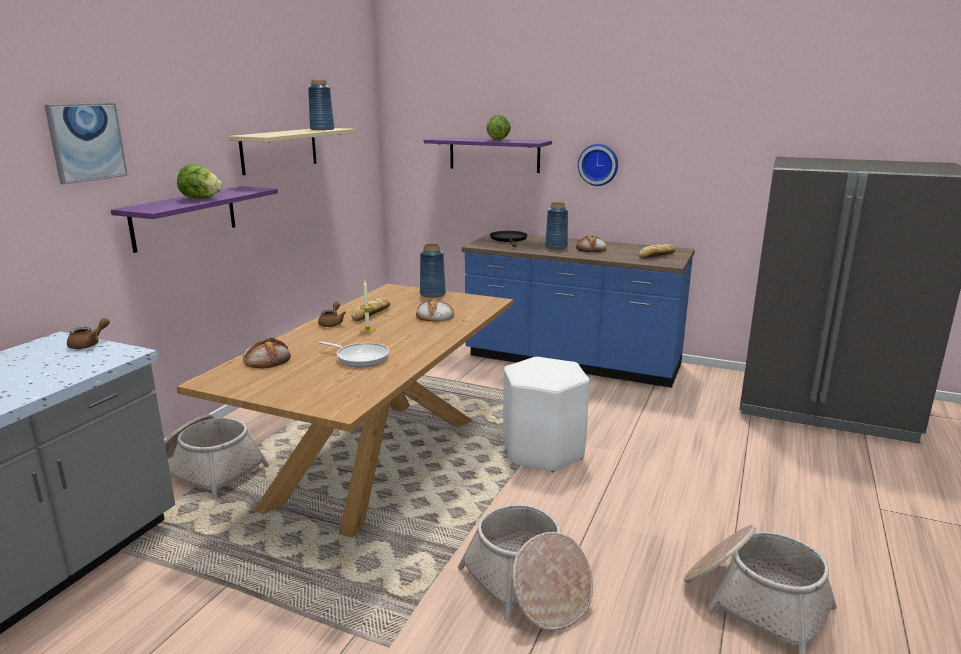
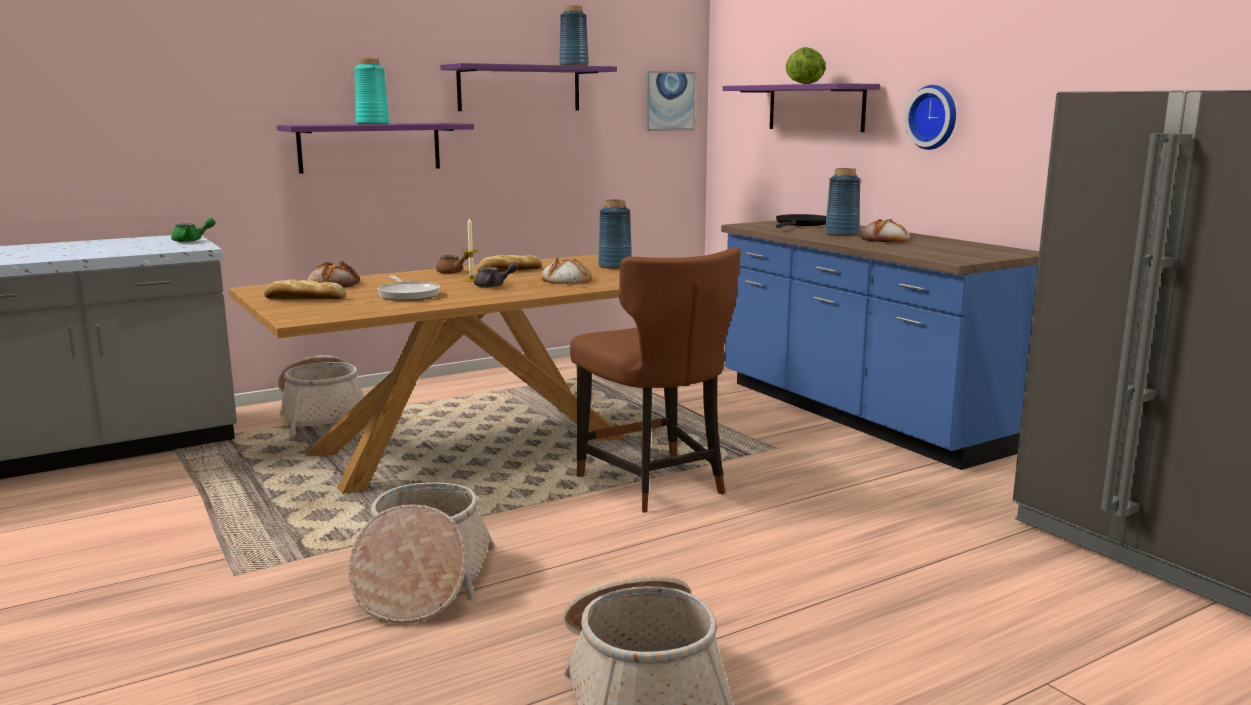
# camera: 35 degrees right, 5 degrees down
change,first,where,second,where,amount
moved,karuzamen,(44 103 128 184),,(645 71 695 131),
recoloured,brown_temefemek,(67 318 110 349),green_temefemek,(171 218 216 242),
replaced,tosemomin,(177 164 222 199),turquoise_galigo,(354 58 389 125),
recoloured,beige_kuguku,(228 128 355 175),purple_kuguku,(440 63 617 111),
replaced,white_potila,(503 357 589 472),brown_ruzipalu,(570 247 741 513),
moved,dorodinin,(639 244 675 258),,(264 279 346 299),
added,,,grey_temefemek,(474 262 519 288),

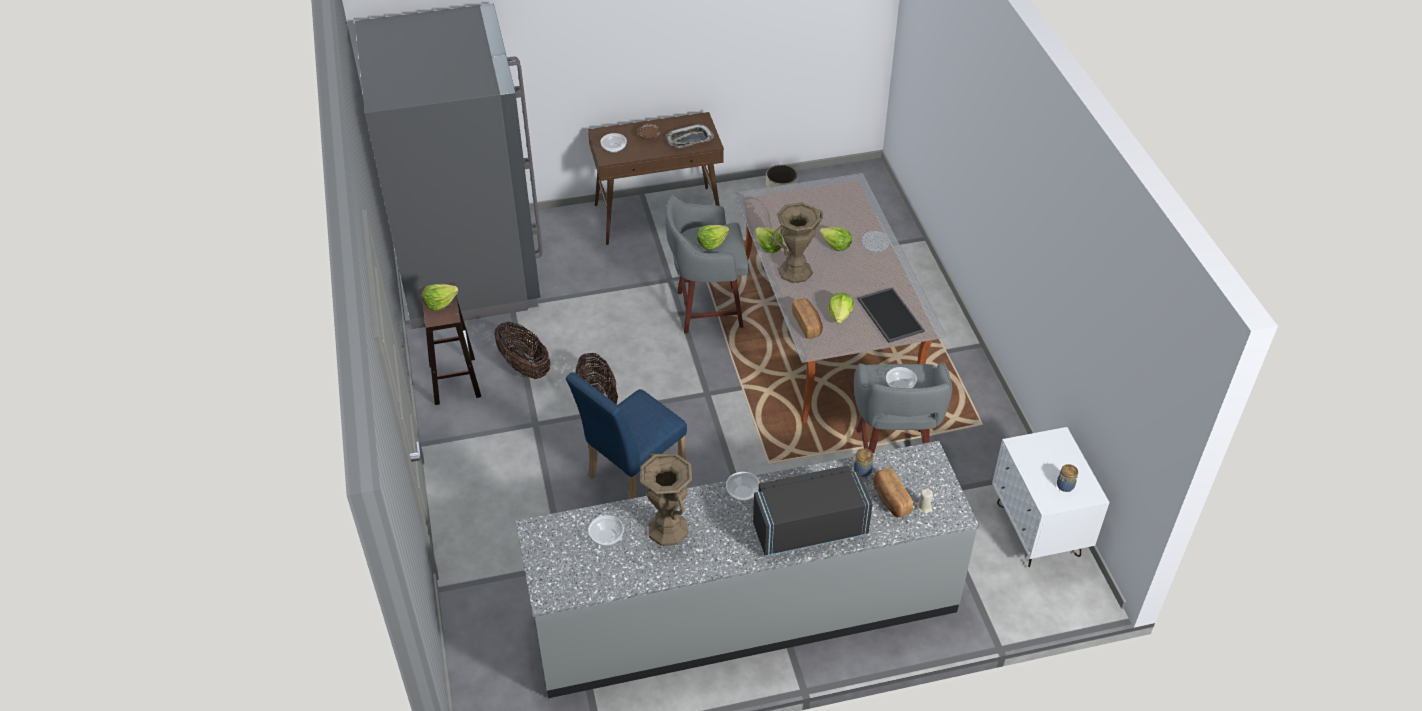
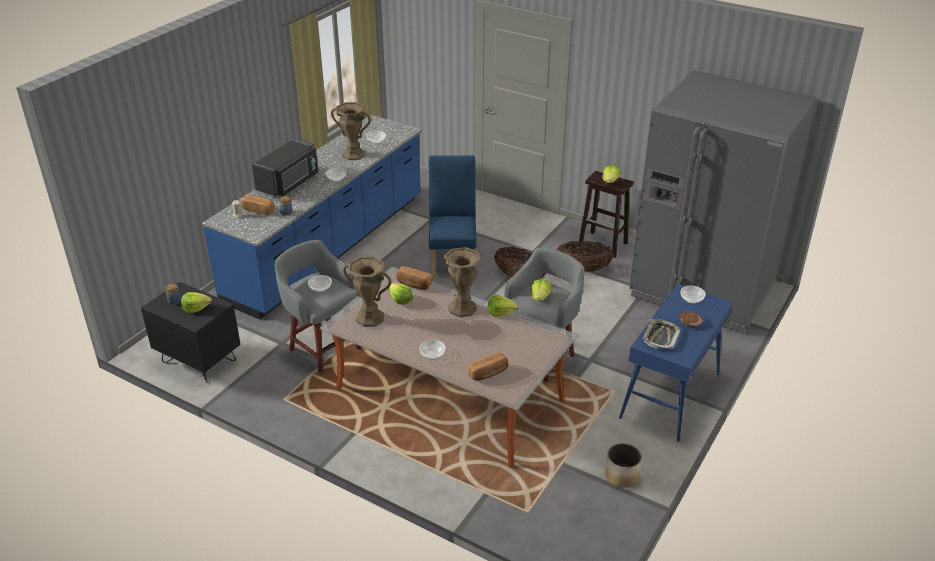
# camera: 135 degrees right, 10 degrees down
change,first,where,second,where,amount
recoloured,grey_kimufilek,(516 441 979 698),blue_kimufilek,(202 115 422 320),
recoloured,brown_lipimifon,(588 112 724 245),blue_lipimifon,(619 284 733 442),
moved,tosemomin,(819 227 852 251),,(181 292 212 313),
replaced,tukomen,(858 287 925 343),brown_galigo,(343 257 391 327),
recoloured,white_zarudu,(992 427 1110 567),black_zarudu,(141 282 241 383),
added,,,dorodinin,(468 352 508 381),

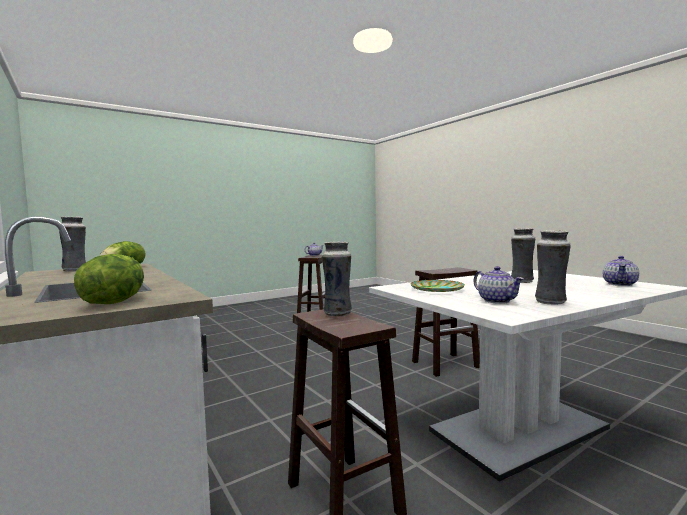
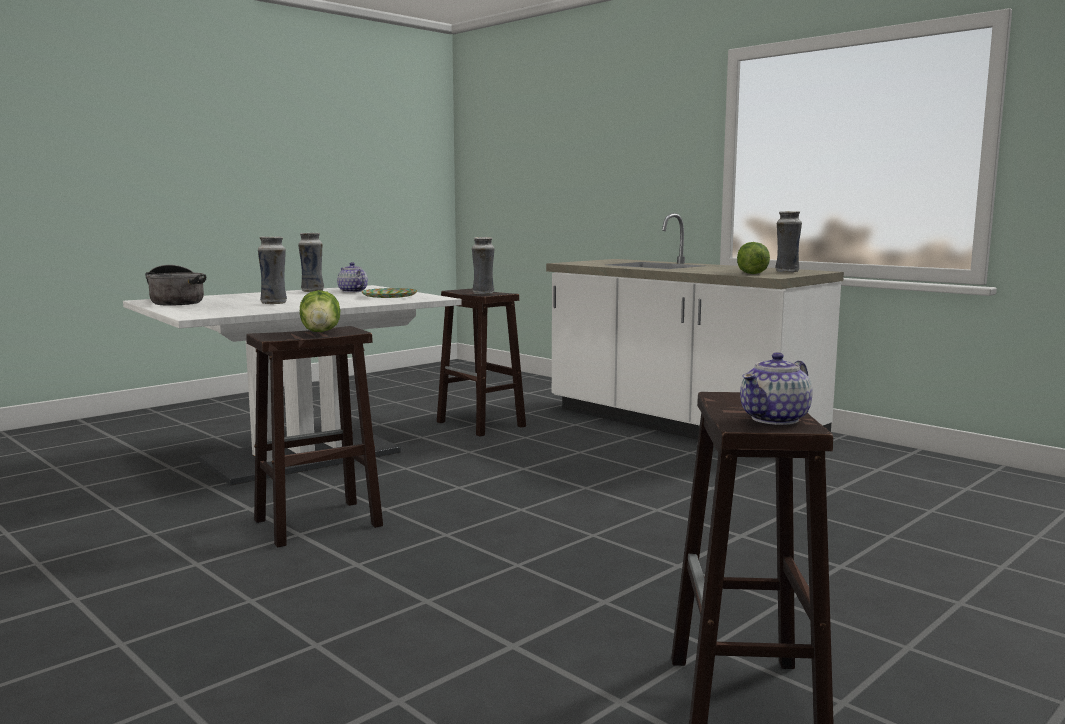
# camera: 170 degrees right, 5 degrees up
change,first,where,second,where,amount
moved,tosemomin,(74 254 144 304),,(300 290 340 332),
replaced,temefemek,(603 256 639 286),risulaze,(145 265 206 305),

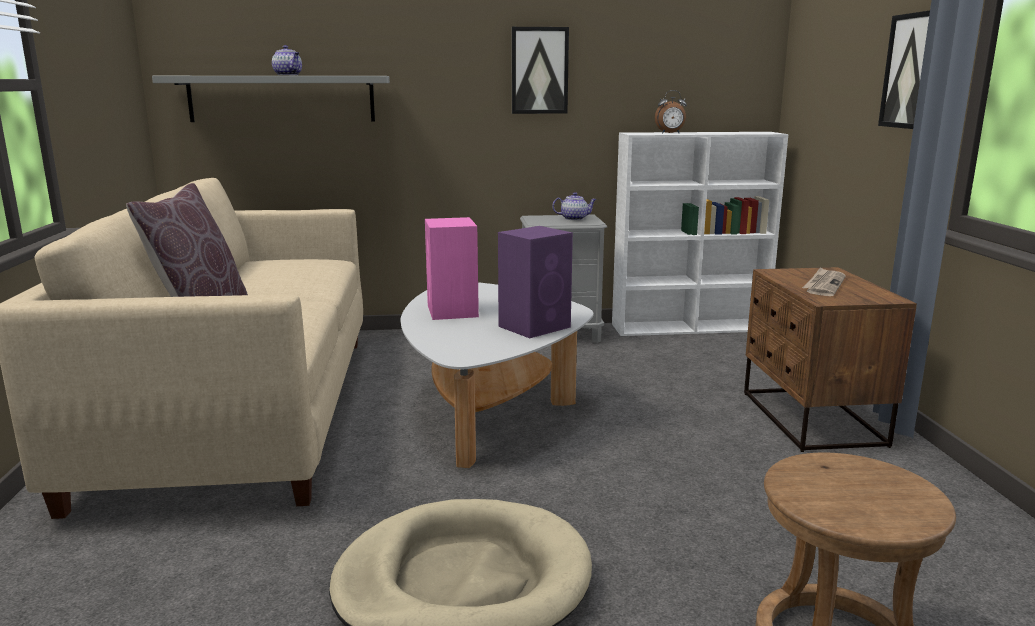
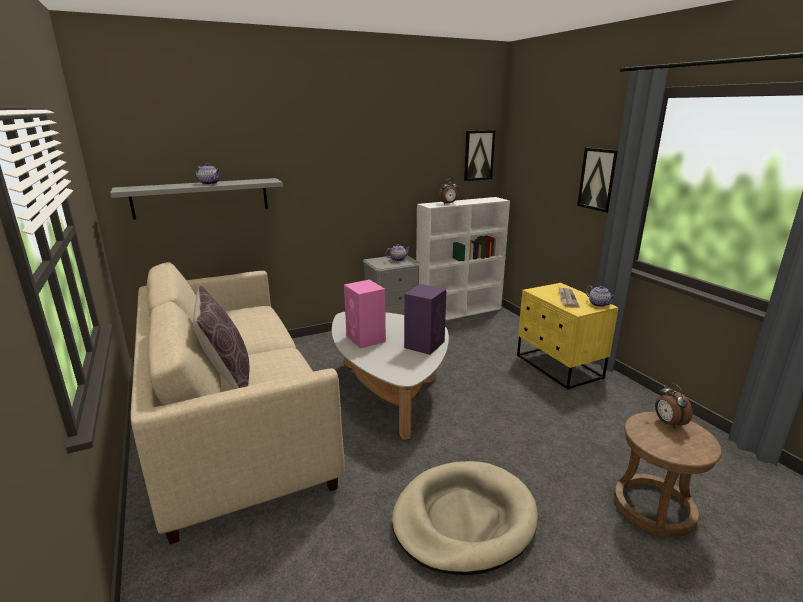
# camera: 20 degrees left, 5 degrees up
change,first,where,second,where,amount
moved,karuzamen,(512 27 569 114),,(464 130 495 181),
recoloured,brown_zarudu,(744 267 917 452),yellow_zarudu,(517 283 619 390),
added,,,temefemek,(586 286 616 307),
added,,,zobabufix,(655 383 693 429),

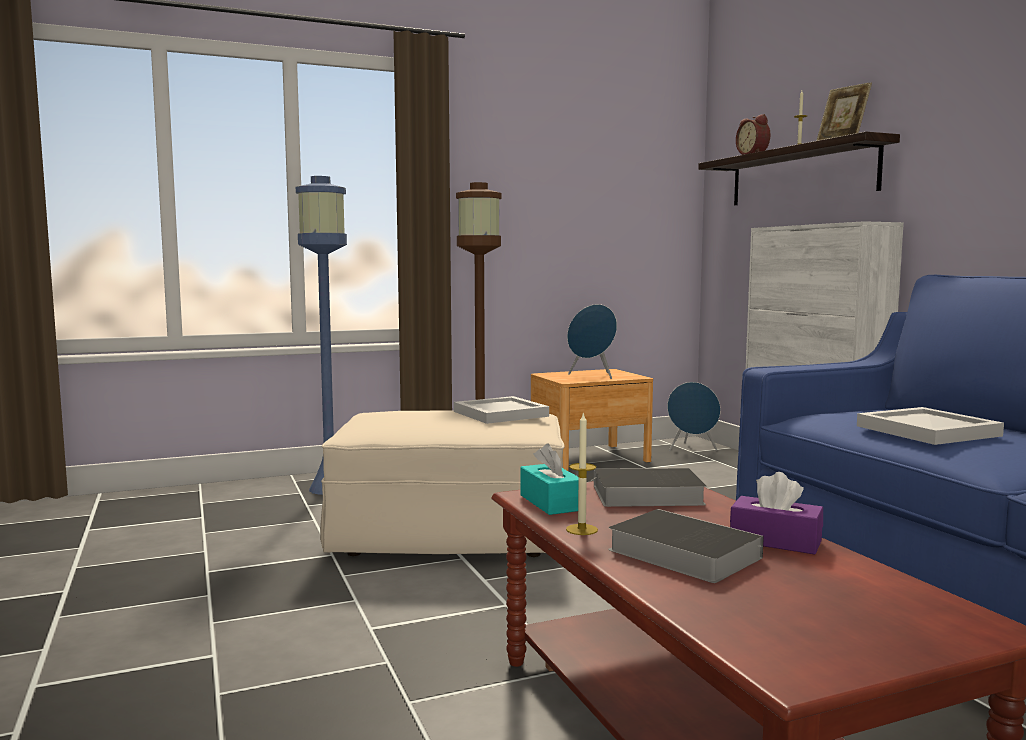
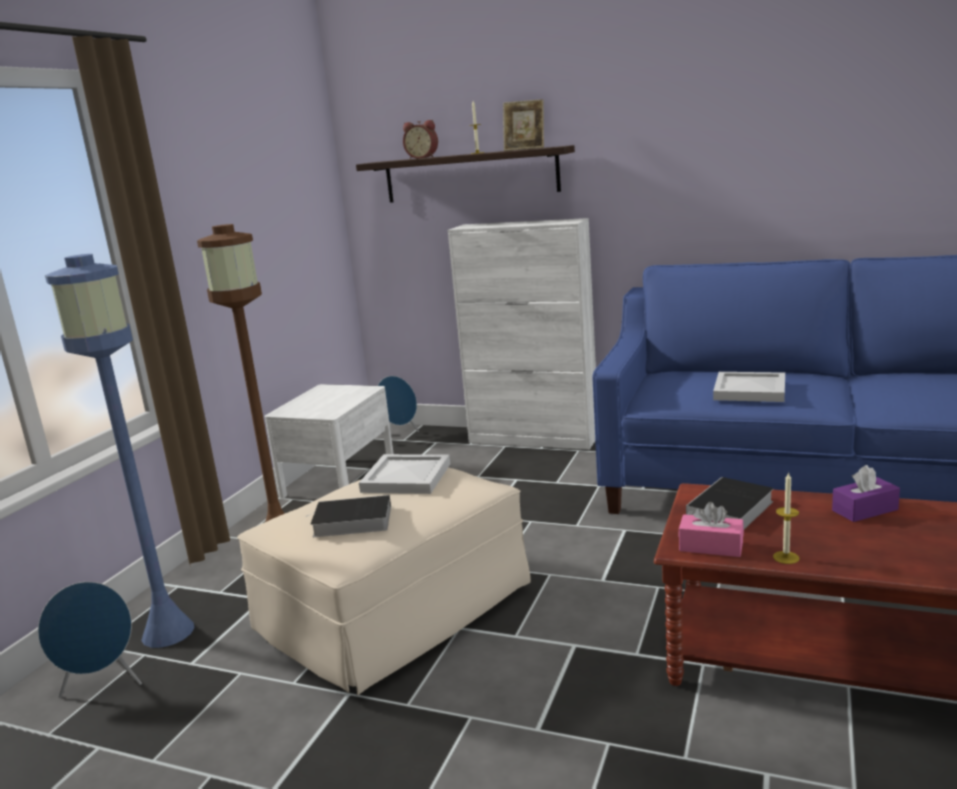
# camera: 45 degrees left, 10 degrees up
change,first,where,second,where,amount
recoloured,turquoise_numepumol,(520 444 579 515),pink_numepumol,(678 502 744 557),
recoloured,brown_zarudu,(531 369 653 471),white_zarudu,(264 384 394 499),
moved,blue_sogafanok,(567 304 617 379),,(38 582 142 698),
moved,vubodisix,(608 509 764 583),,(306 495 391 537),

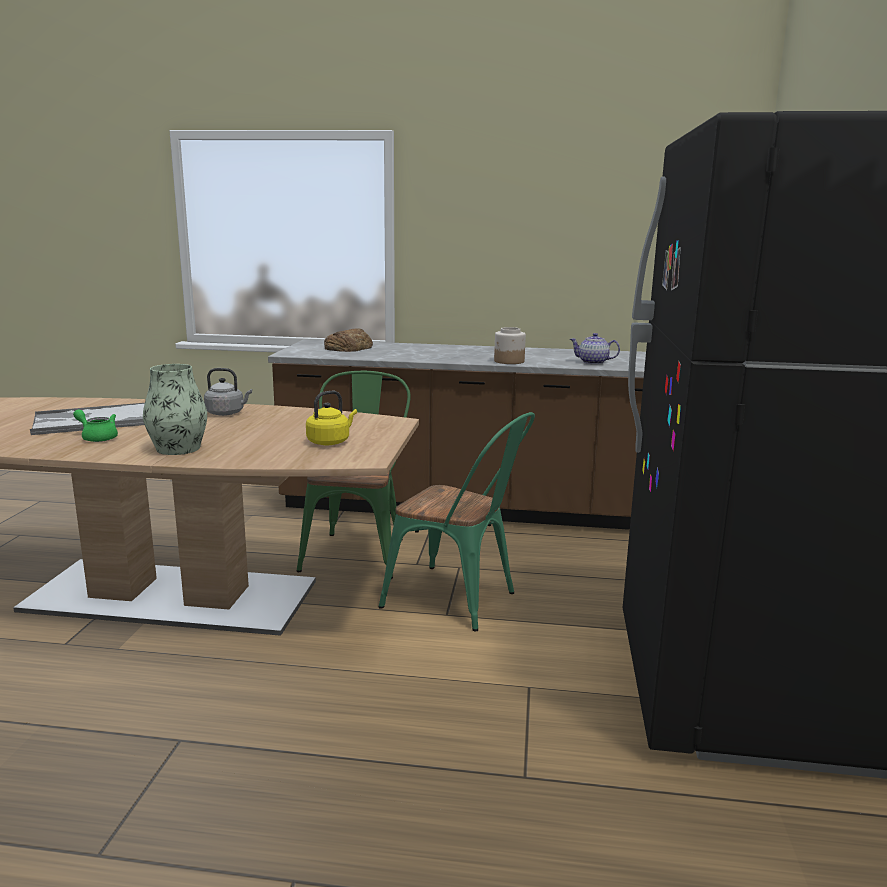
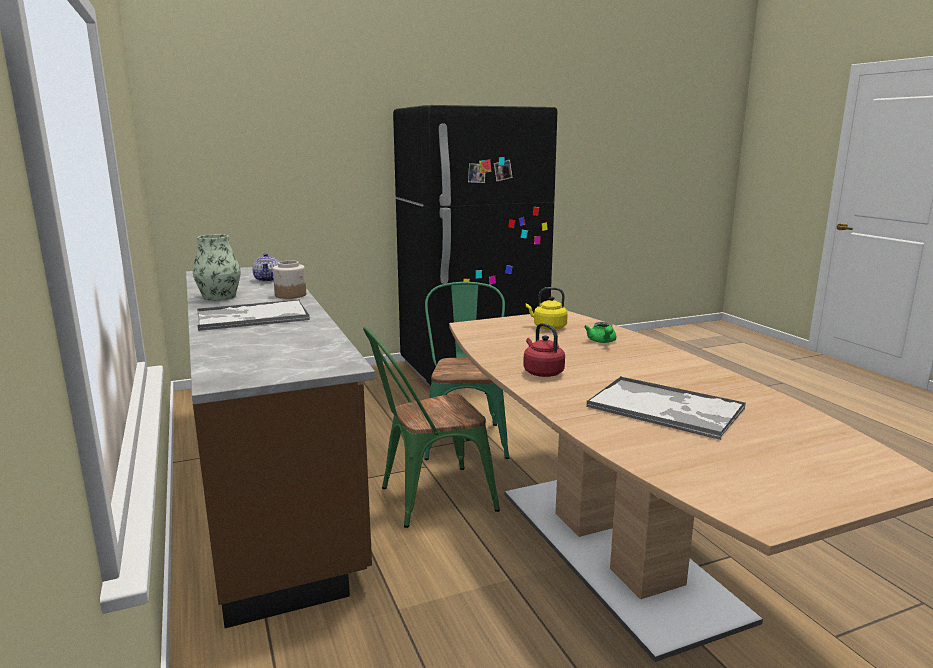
# camera: 120 degrees left, 0 degrees up
change,first,where,second,where,amount
moved,green_temefemek,(73 410 118 442),,(584 322 617 343),
moved,galigo,(143 364 207 455),,(193 234 241 301),
recoloured,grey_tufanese,(204 368 252 416),red_tufanese,(523 323 565 377),
removed,dorodinin,(324 328 373 352),,,
added,,,tukomen,(197 299 310 331),

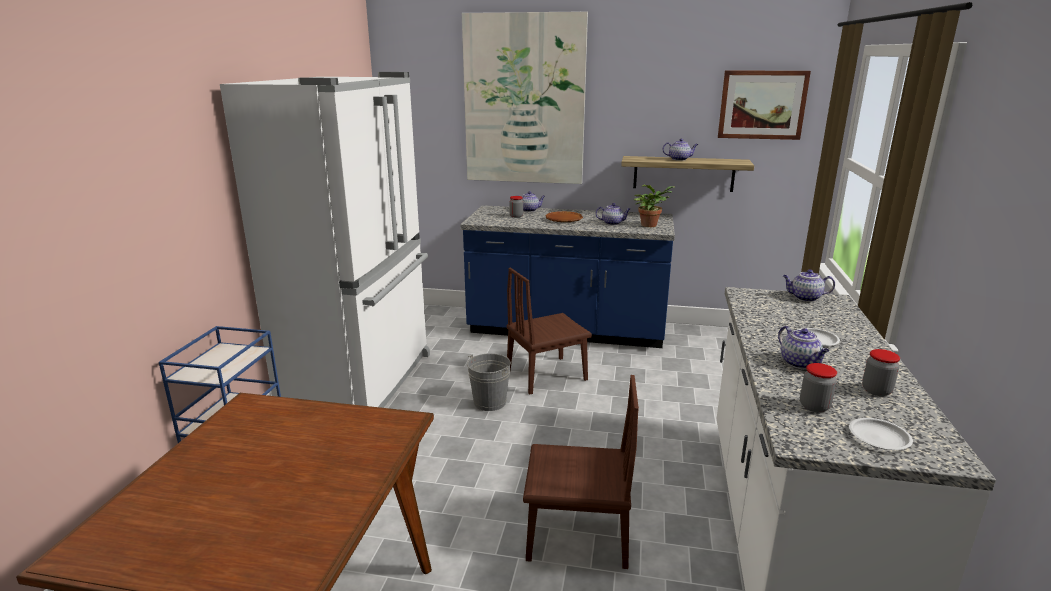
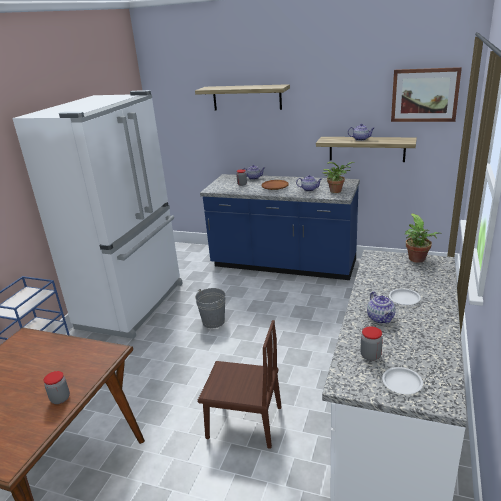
# camera: 10 degrees right, 5 degrees up
change,first,where,second,where,amount
replaced,karuzamen,(462 11 588 184),kuguku,(195 84 290 110),
removed,brown_ruzipalu,(507 267 592 394),,,
replaced,temefemek,(783 269 835 302),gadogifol,(405 213 442 263),
moved,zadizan,(862 349 900 396),,(44 371 70 404),

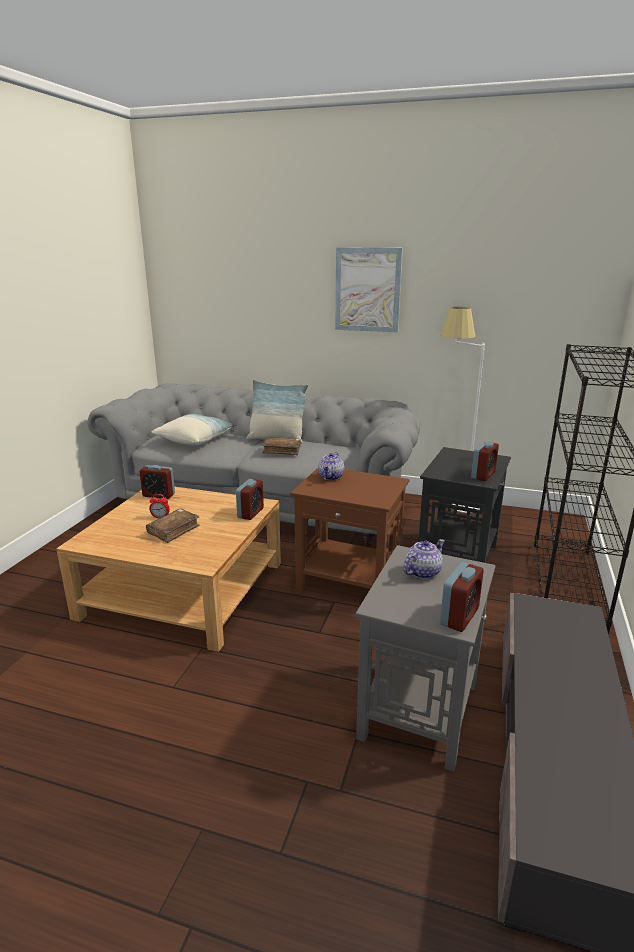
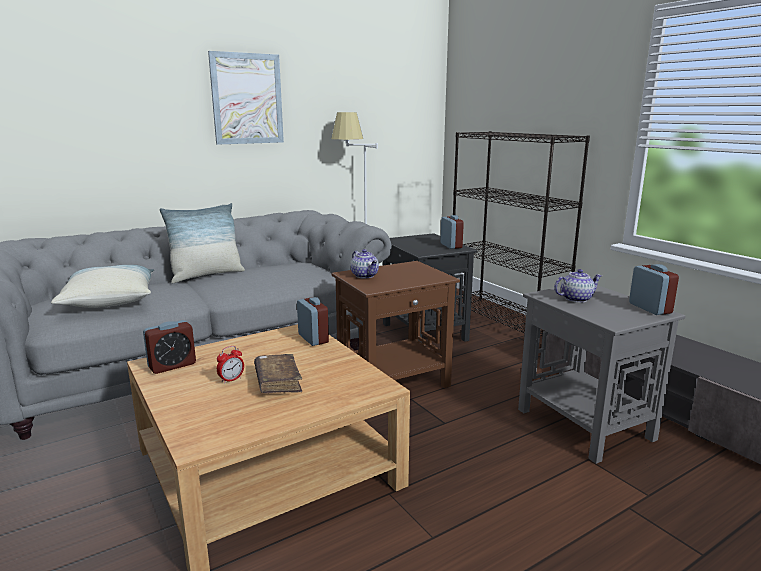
# camera: 50 degrees left, 5 degrees down
change,first,where,second,where,amount
removed,brown_vubodisix,(262 437 301 455),,,
turned,temefemek,(403 539 445 579),,(554 269 602 303),75 degrees clockwise

